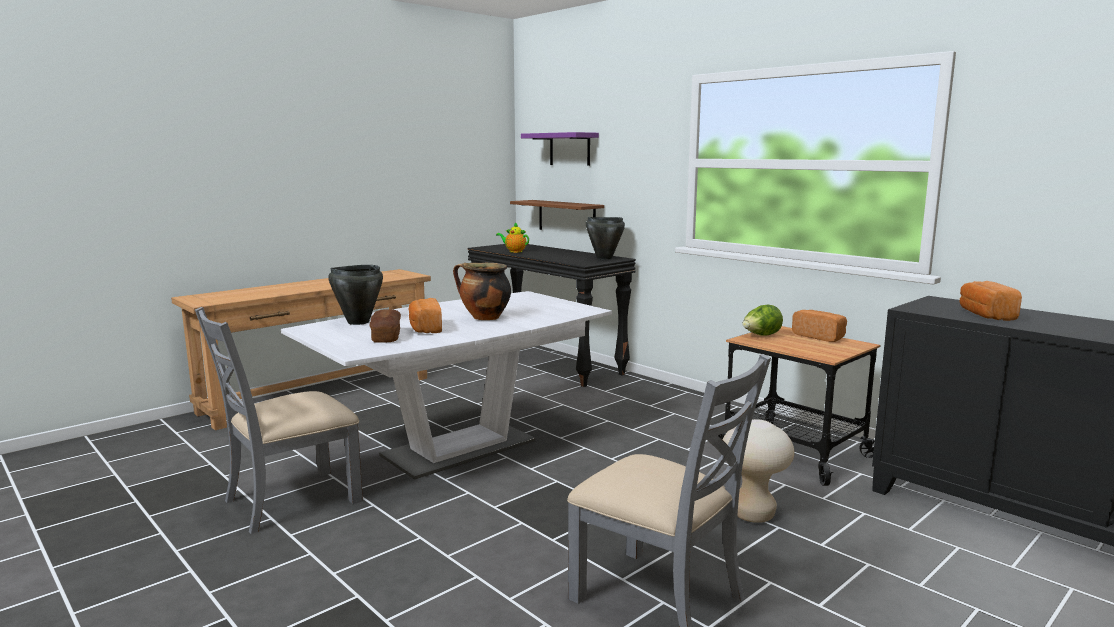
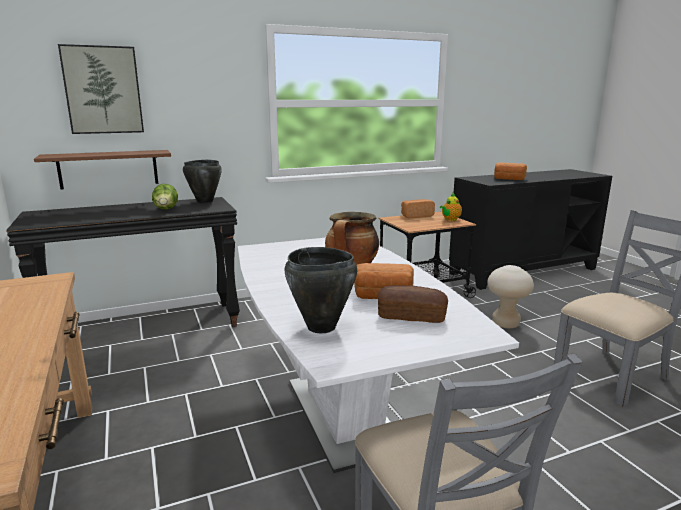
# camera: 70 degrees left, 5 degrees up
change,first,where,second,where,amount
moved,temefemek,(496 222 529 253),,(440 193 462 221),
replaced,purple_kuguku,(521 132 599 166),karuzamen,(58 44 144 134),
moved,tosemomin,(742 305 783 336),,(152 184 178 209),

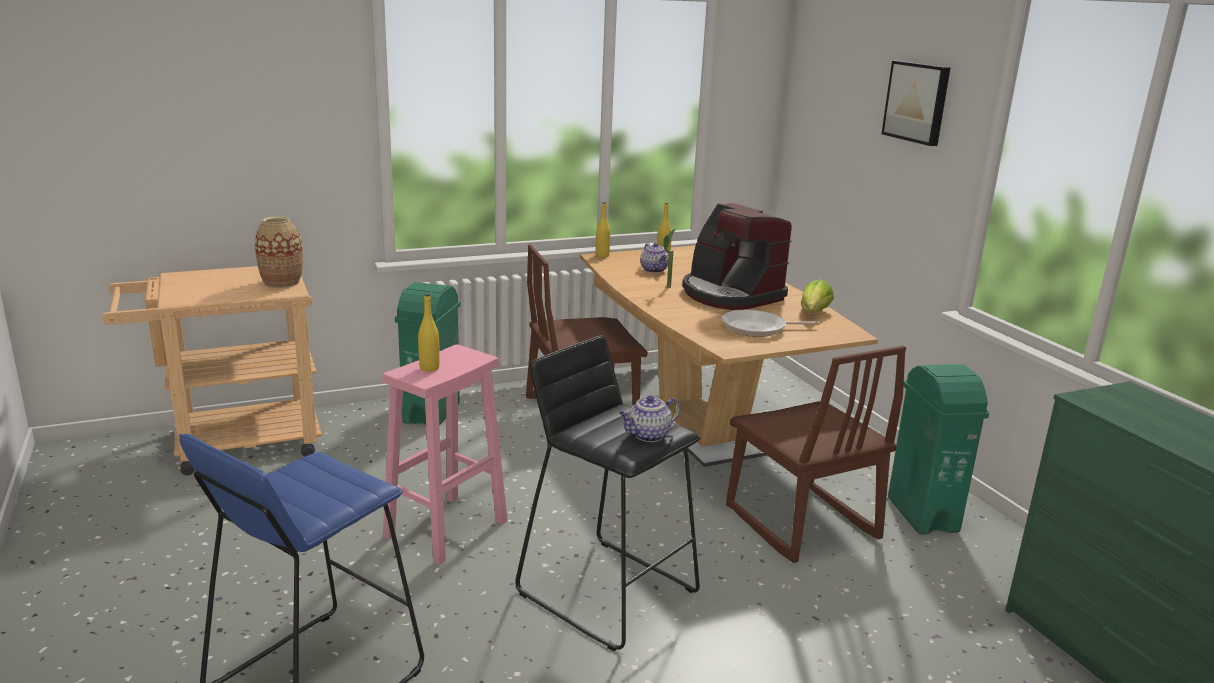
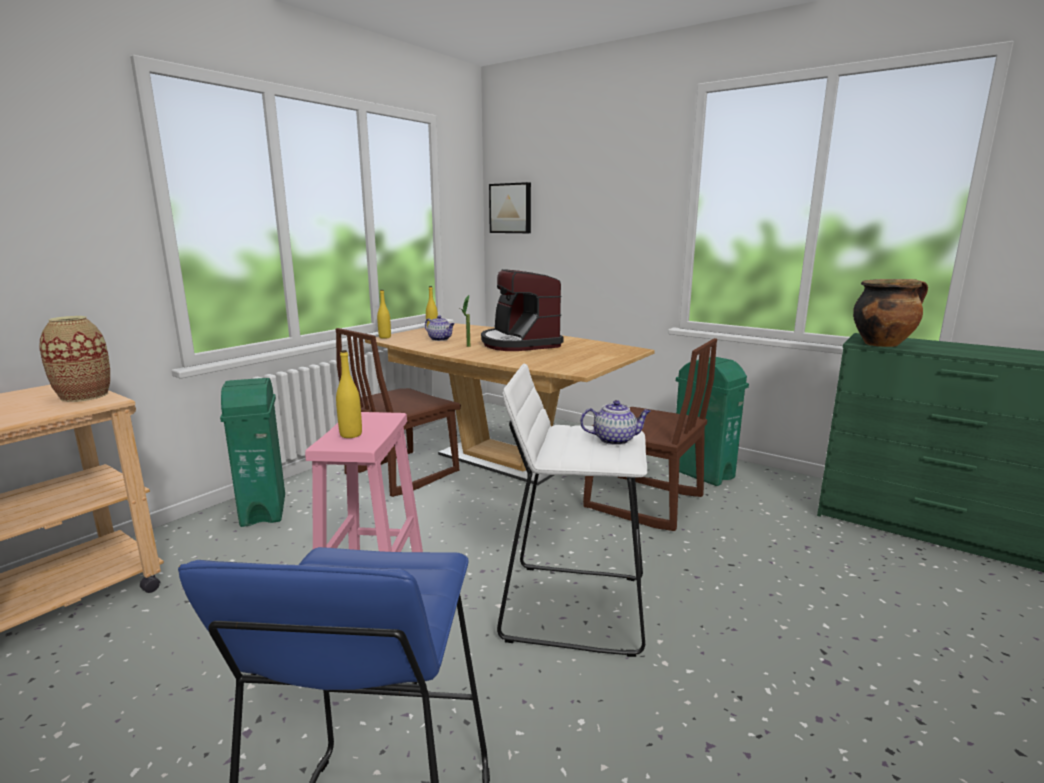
# camera: 30 degrees left, 5 degrees down
change,first,where,second,where,amount
recoloured,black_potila,(515 335 701 651),white_potila,(497 364 647 657),
turned,temefemek,(619 395 680 442),,(580 400 651 445),120 degrees counterclockwise
turned,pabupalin,(682 203 792 310),,(481 269 564 351),45 degrees clockwise
removed,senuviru,(721 310 820 337),,,
removed,tosemomin,(801 279 834 311),,,
moved,karuzamen,(881 61 950 146),,(489 182 531 233),
added,,,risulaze,(853 279 928 347),

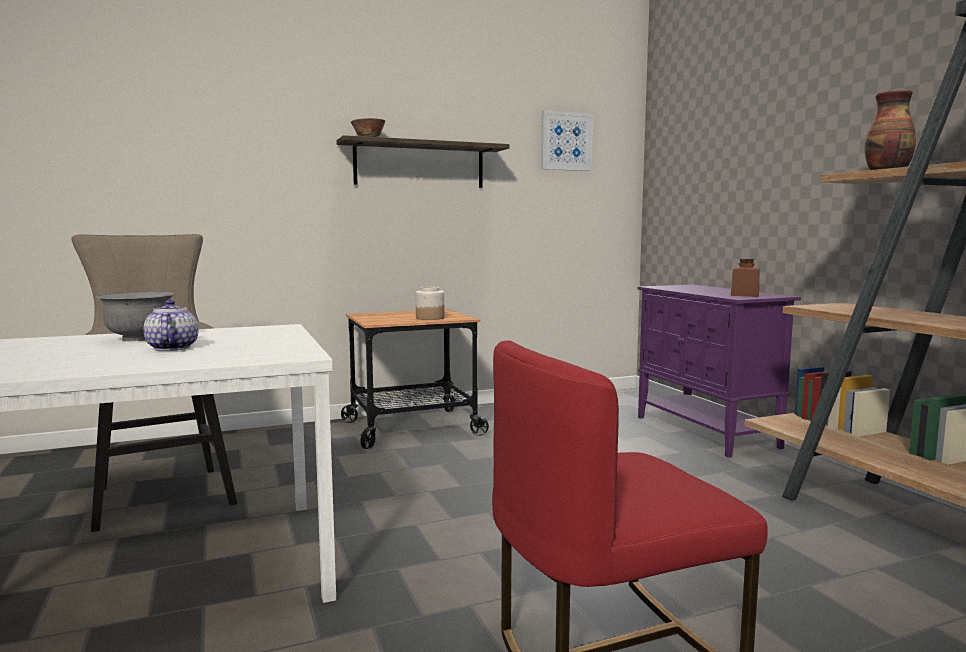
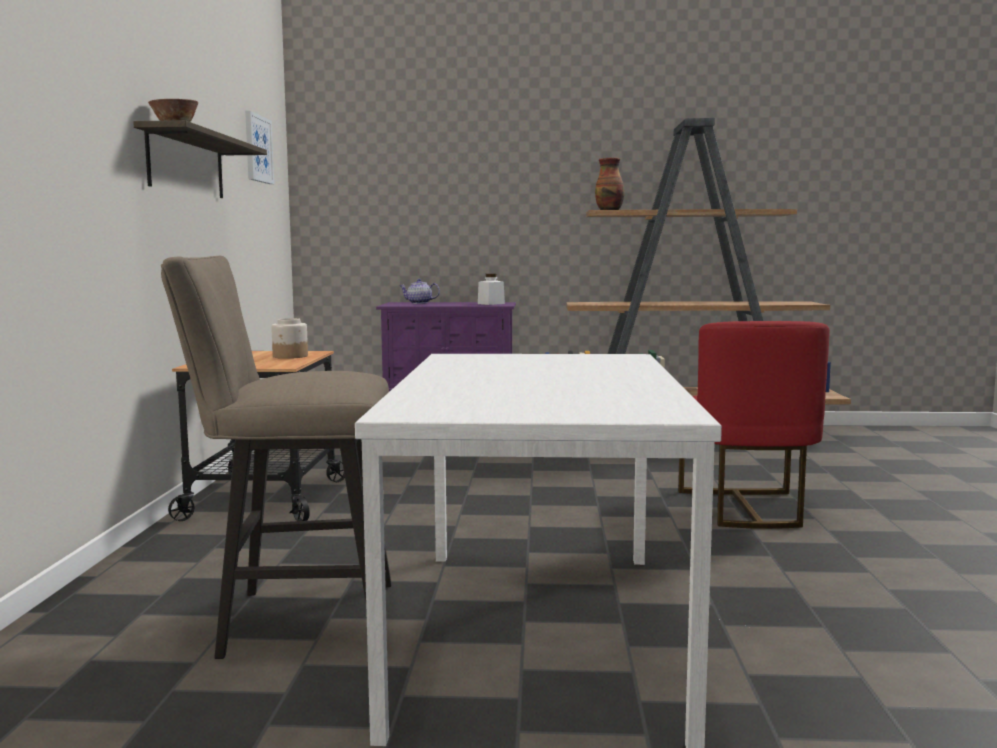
# camera: 65 degrees left, 0 degrees up
change,first,where,second,where,amount
removed,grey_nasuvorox,(97 292 175 341),,,
moved,temefemek,(144 300 198 351),,(399 279 440 304),
recoloured,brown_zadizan,(731 259 759 297),white_zadizan,(478 274 505 305),

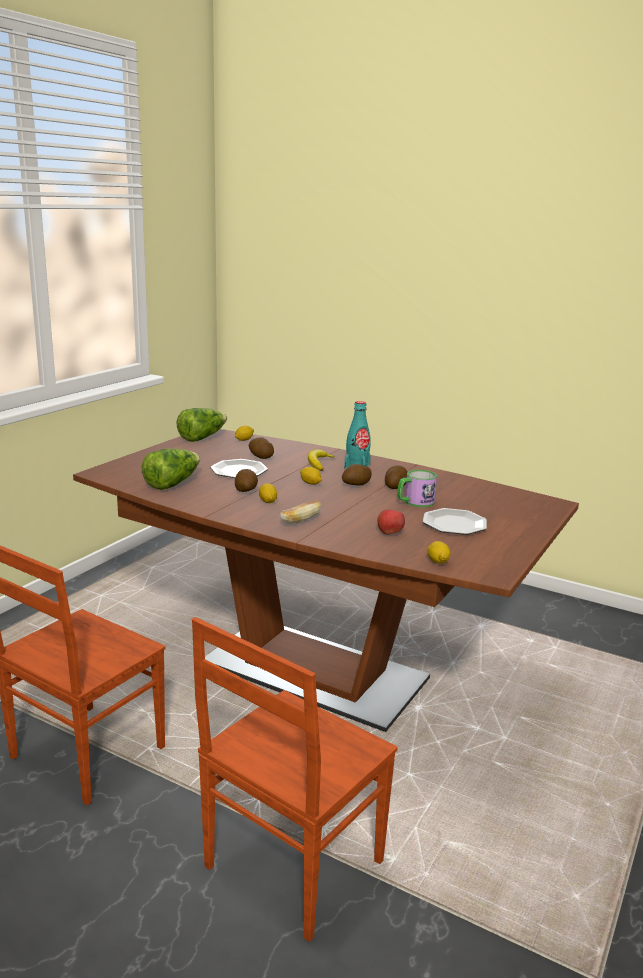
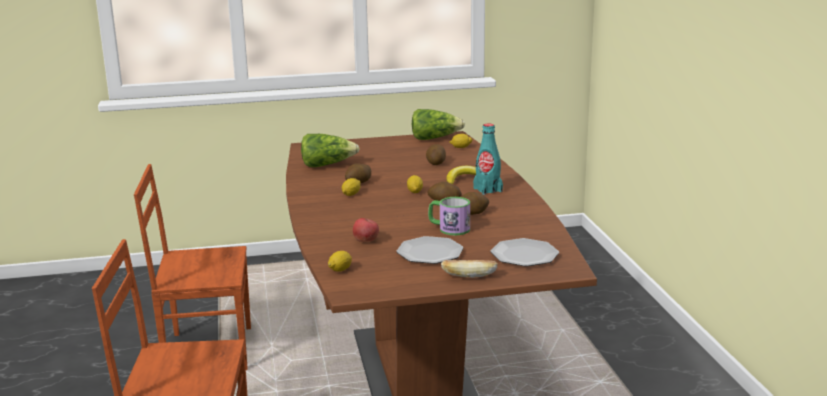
# camera: 50 degrees right, 0 degrees up
change,first,where,second,where,amount
moved,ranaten,(210 459 268 478),,(491 238 559 267),
moved,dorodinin,(279 501 321 524),,(441 260 497 278),

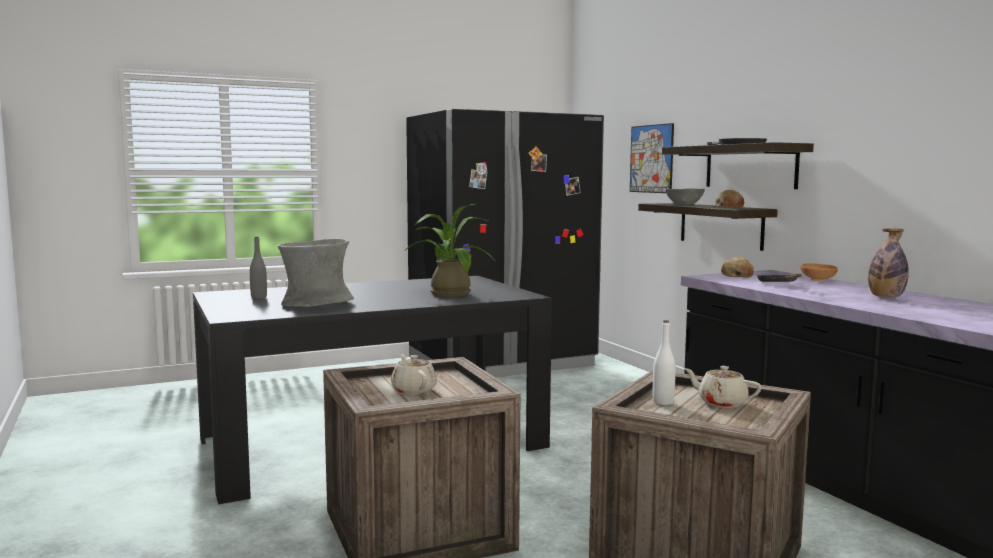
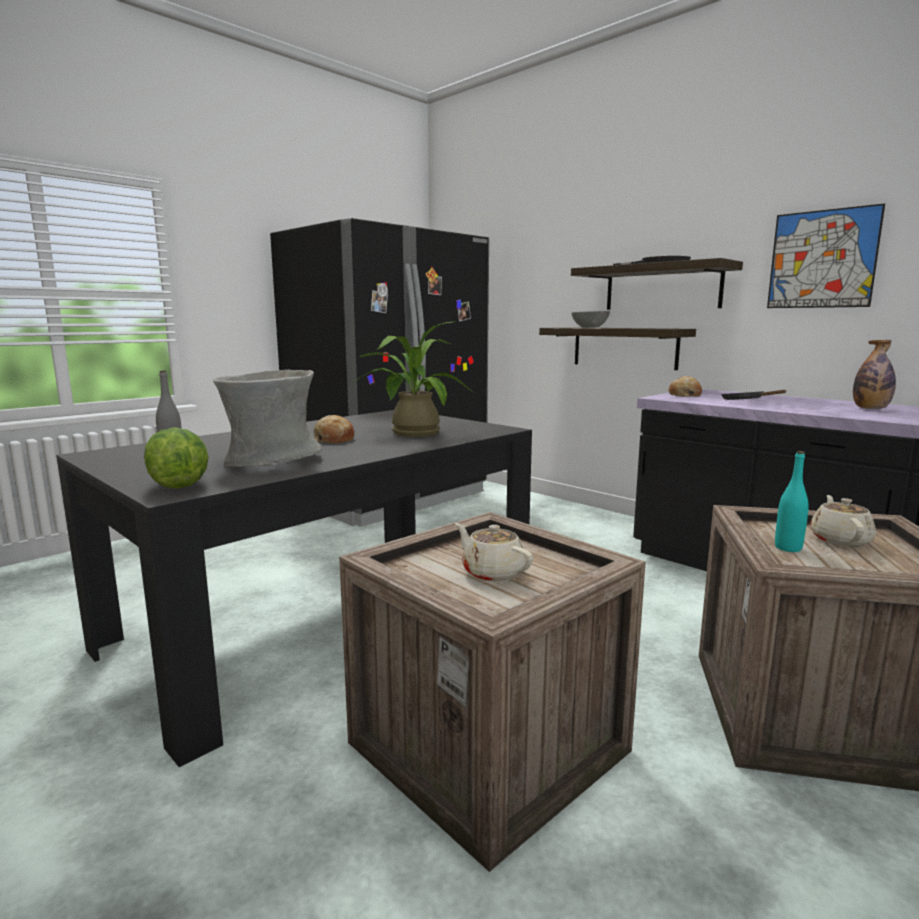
# camera: 20 degrees left, 5 degrees up
change,first,where,second,where,amount
moved,karuzamen,(630 123 674 193),,(767 203 885 308),
recoloured,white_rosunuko,(653 320 676 405),turquoise_rosunuko,(775 451 809 552),
turned,beige_temefemek,(684 366 761 408),,(810 495 876 547),90 degrees clockwise
moved,dorodinin,(715 190 744 208),,(314 415 354 443),
removed,brown_nasuvorox,(800 263 838 281),,,
added,,,tosemomin,(144 427 209 489),

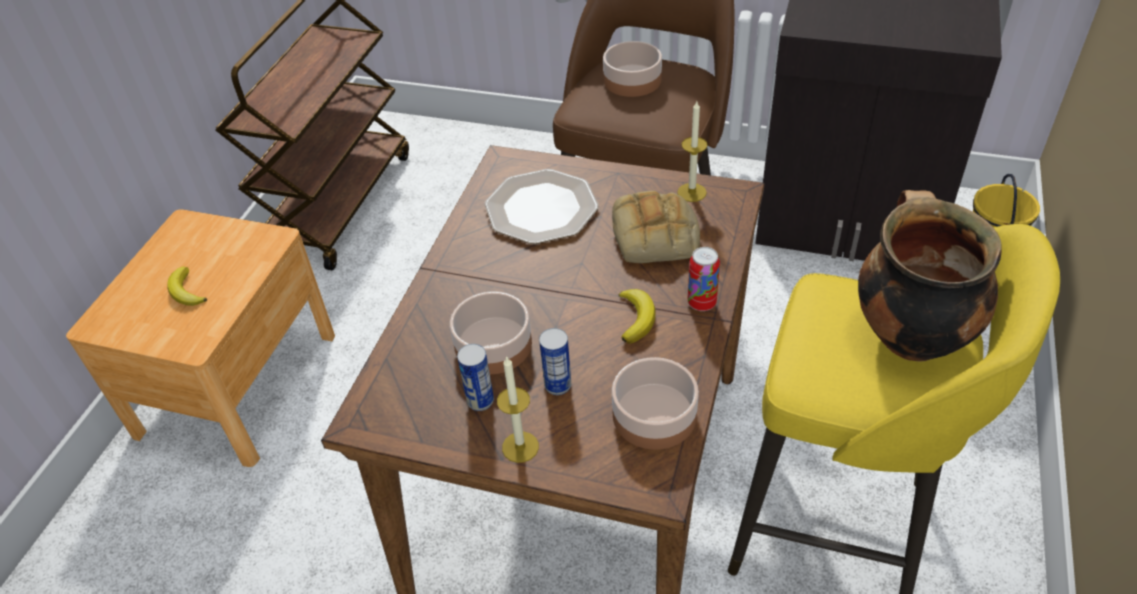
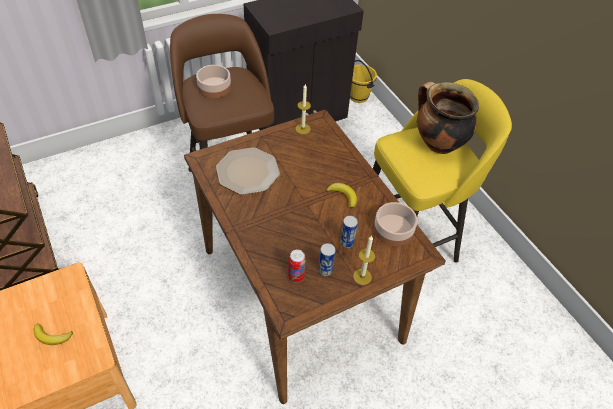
# camera: 50 degrees left, 5 degrees up
change,first,where,second,where,amount
removed,nasuvorox,(450 291 532 375),,,
removed,dorodinin,(612 191 700 263),,,
moved,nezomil,(688 247 720 311),,(288 249 306 283),

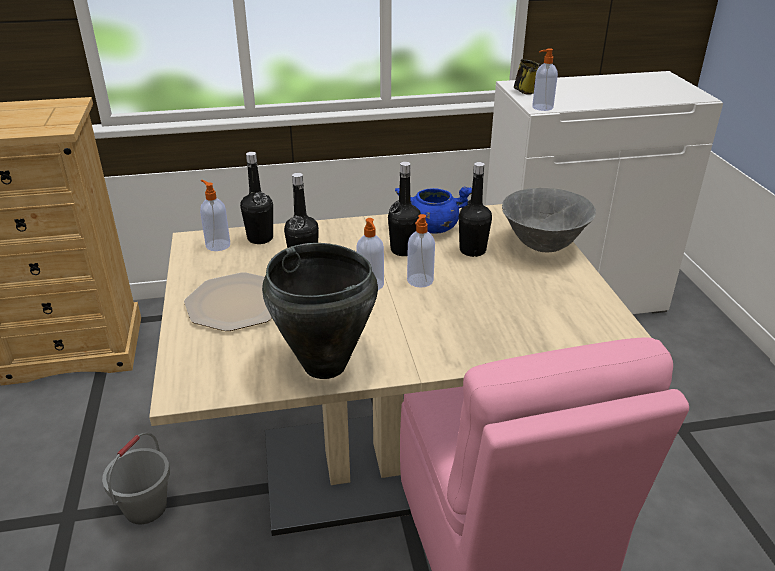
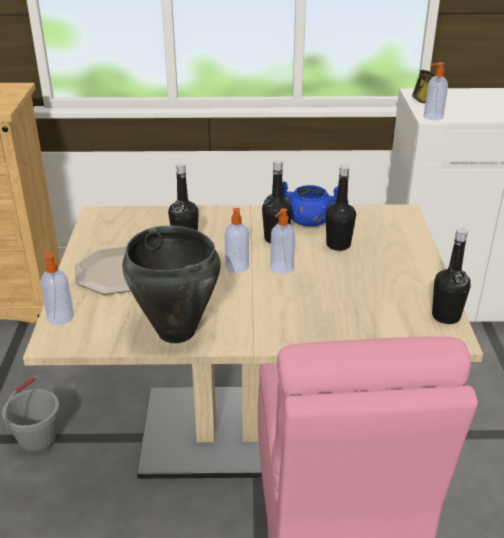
# camera: 10 degrees right, 0 degrees up
change,first,where,second,where,amount
moved,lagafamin,(200 180 230 251),,(40 249 74 325),
moved,black_rosunuko,(240 152 273 244),,(432 228 471 324),
removed,grey_nasuvorox,(502 187 596 253),,,

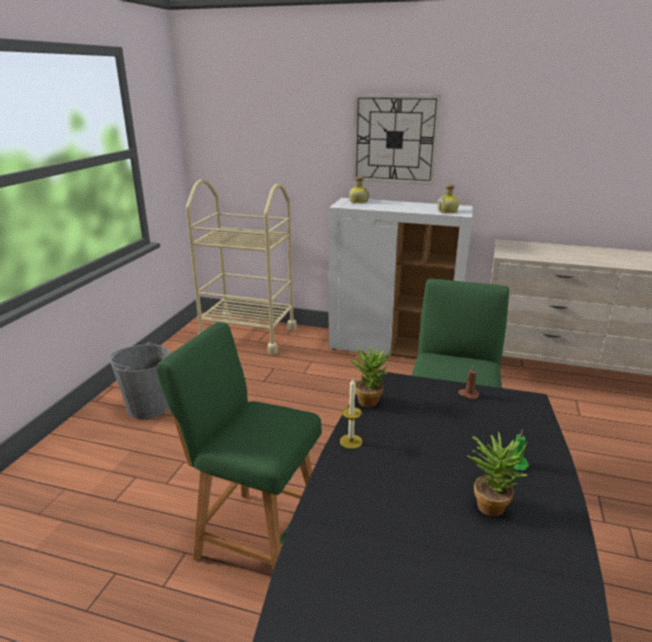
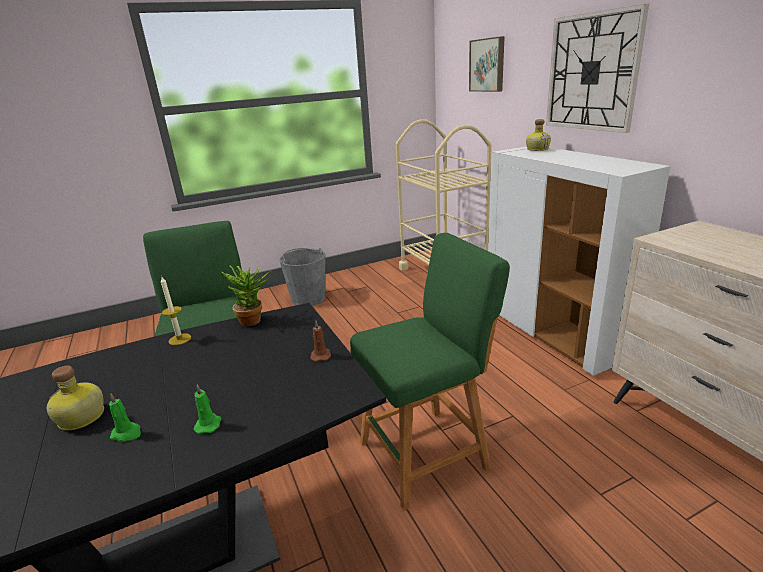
# camera: 50 degrees right, 0 degrees up
change,first,where,second,where,amount
moved,rosunuko,(437 184 460 213),,(47 366 104 430),
replaced,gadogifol,(468 432 528 517),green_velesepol,(109 394 141 442),
added,,,karuzamen,(469 36 505 92),

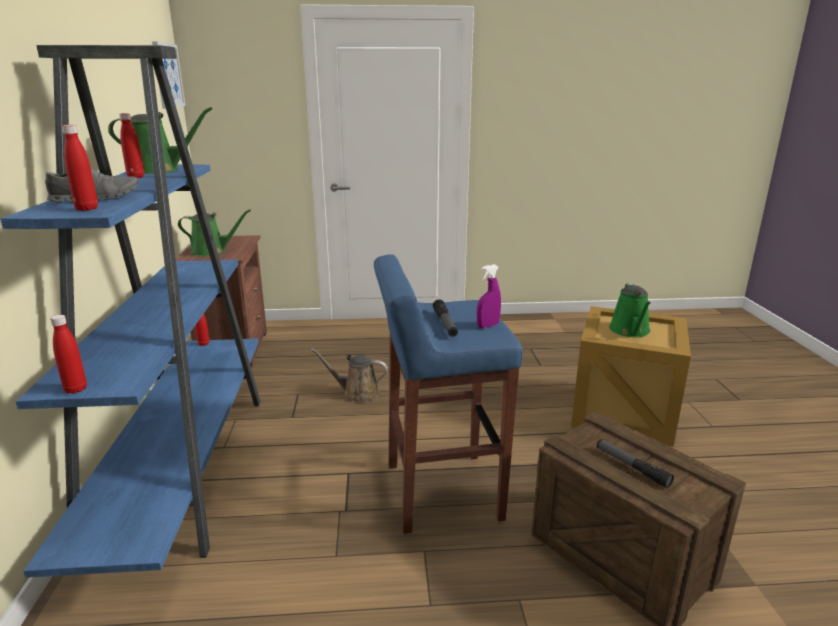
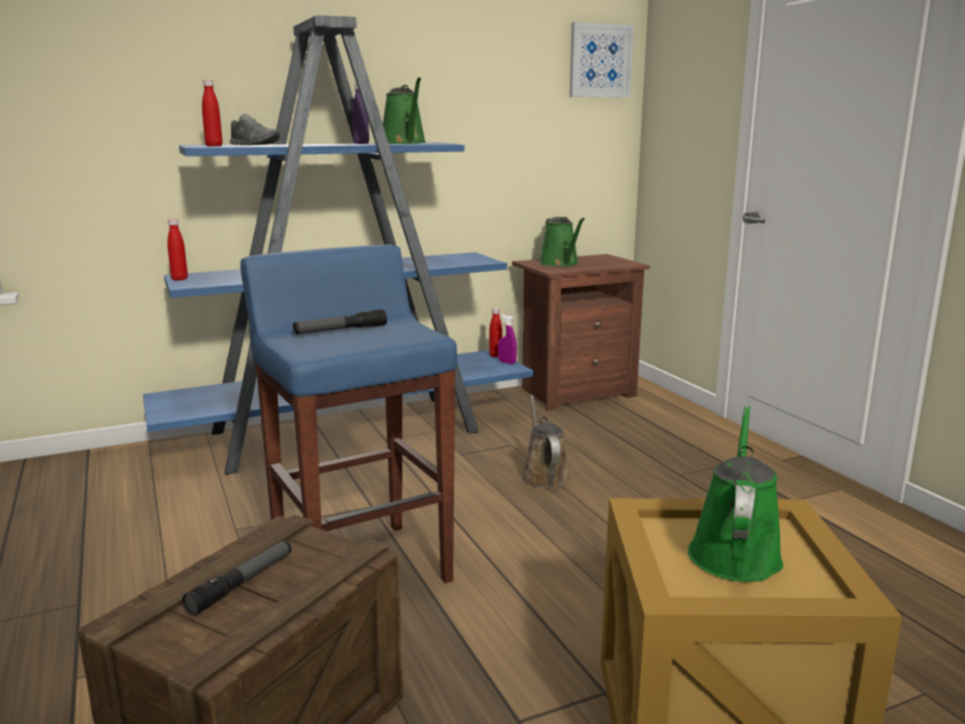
# camera: 70 degrees right, 5 degrees down
change,first,where,second,where,amount
recoloured,red_rosunuko,(119 113 144 178),purple_rosunuko,(353 83 369 144),
moved,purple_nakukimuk,(477 264 501 328),,(498 314 517 364),
turned,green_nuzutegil,(609 283 651 337),,(688 405 783 582),120 degrees clockwise

